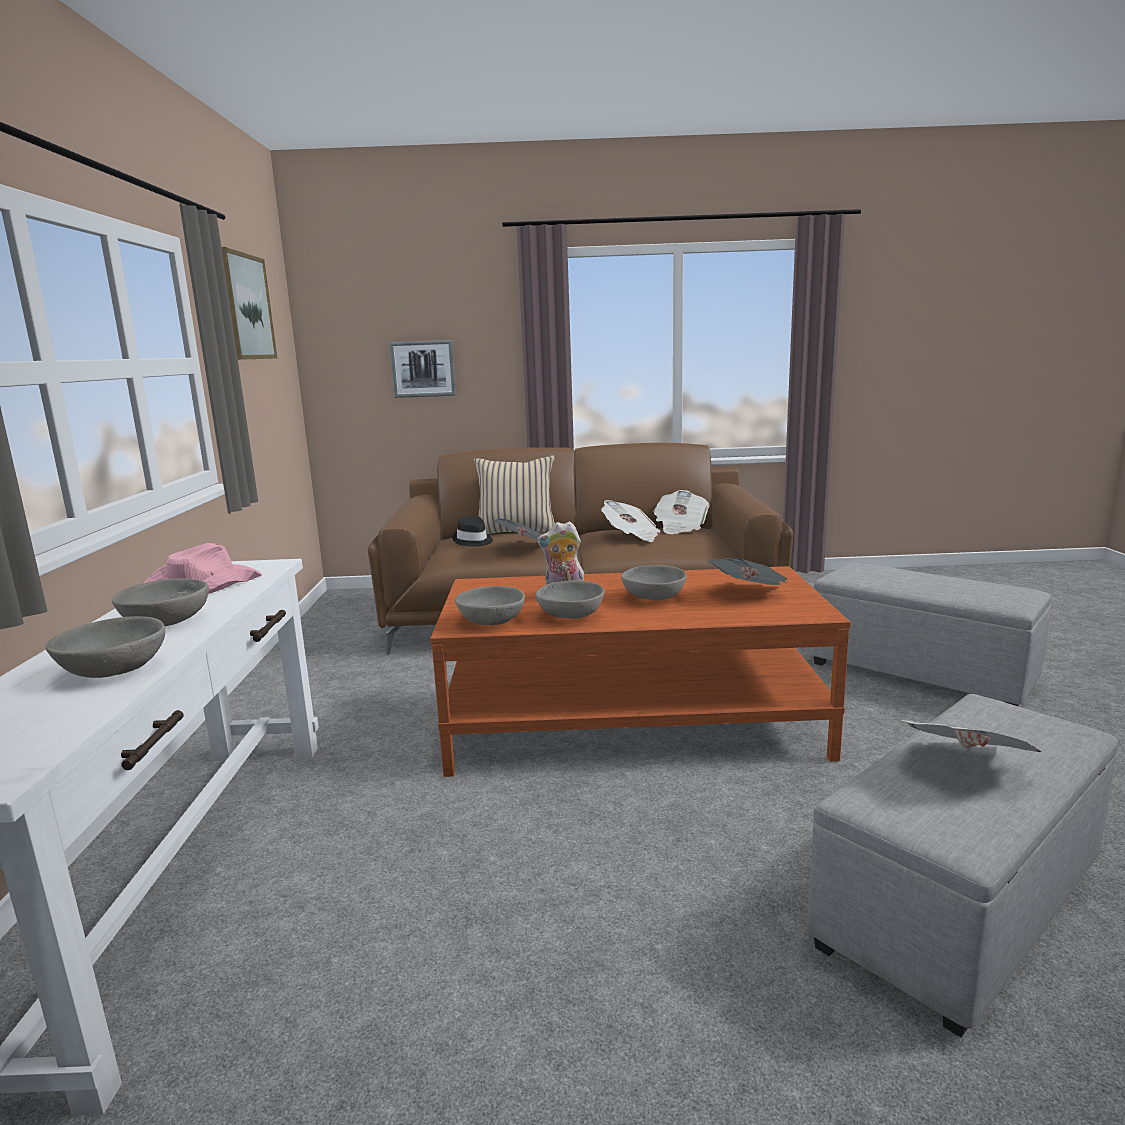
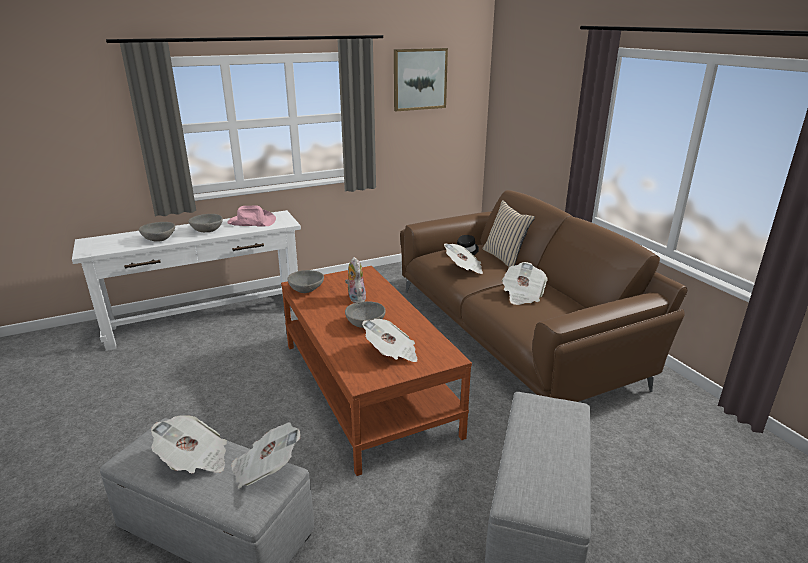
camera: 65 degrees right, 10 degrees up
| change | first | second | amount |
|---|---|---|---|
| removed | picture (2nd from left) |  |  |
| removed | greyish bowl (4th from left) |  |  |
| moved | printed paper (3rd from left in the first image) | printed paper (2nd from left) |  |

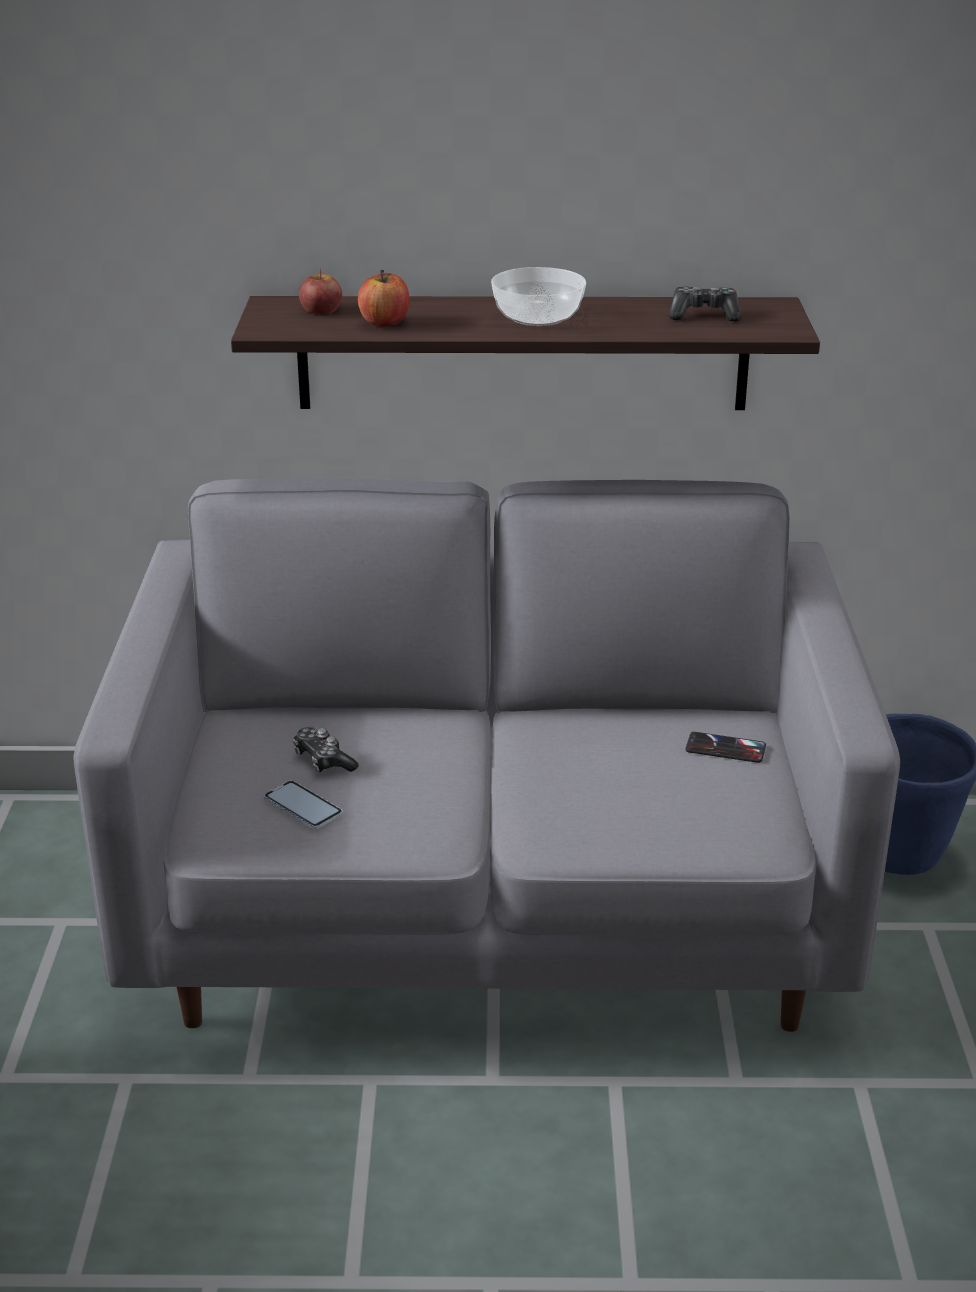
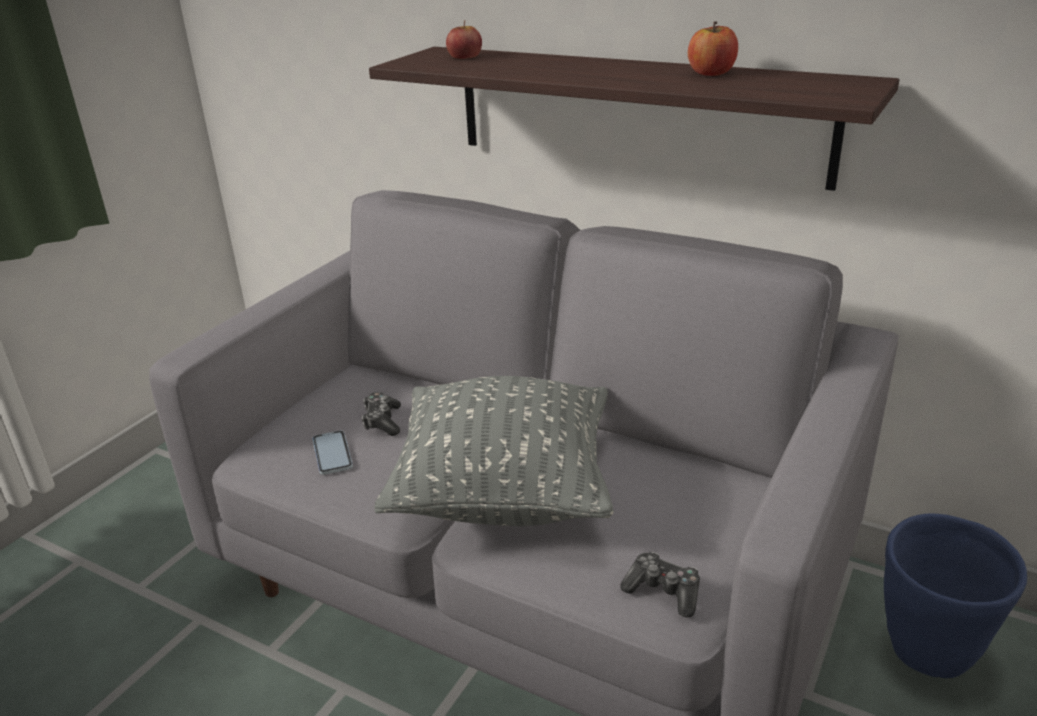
camera: 30 degrees right, 0 degrees up
| change | first | second | amount |
|---|---|---|---|
| removed | bowl |  |  |
| removed | handset (2nd from left) |  |  |
| added |  | greyish throw pillow |  |
| moved | apple (2nd from left) |  |  |
| moved | gamepad (2nd from left) |  |  |

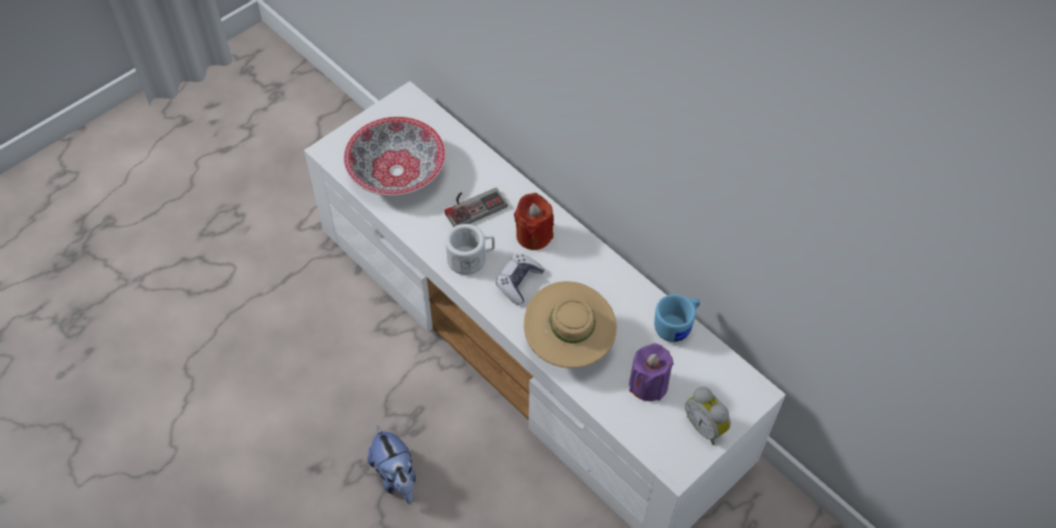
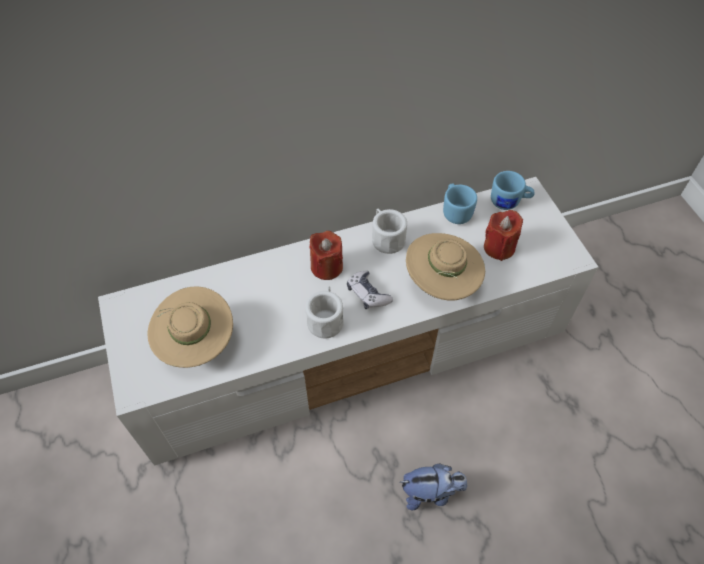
camera: 65 degrees left, 0 degrees up
| change | first | second | amount |
|---|---|---|---|
| removed | gamepad (1st from left) |  |  |
| removed | alarm clock |  |  |
| added |  | whitish mug (2nd from left) |  |
| added |  | blue mug (2nd from left) |  |
| replaced | bowl | beige-coloured clothing hat (1st from left) |  |
| recoloured | purplish wax candle | red-coloured wax candle (2nd from left) |  |

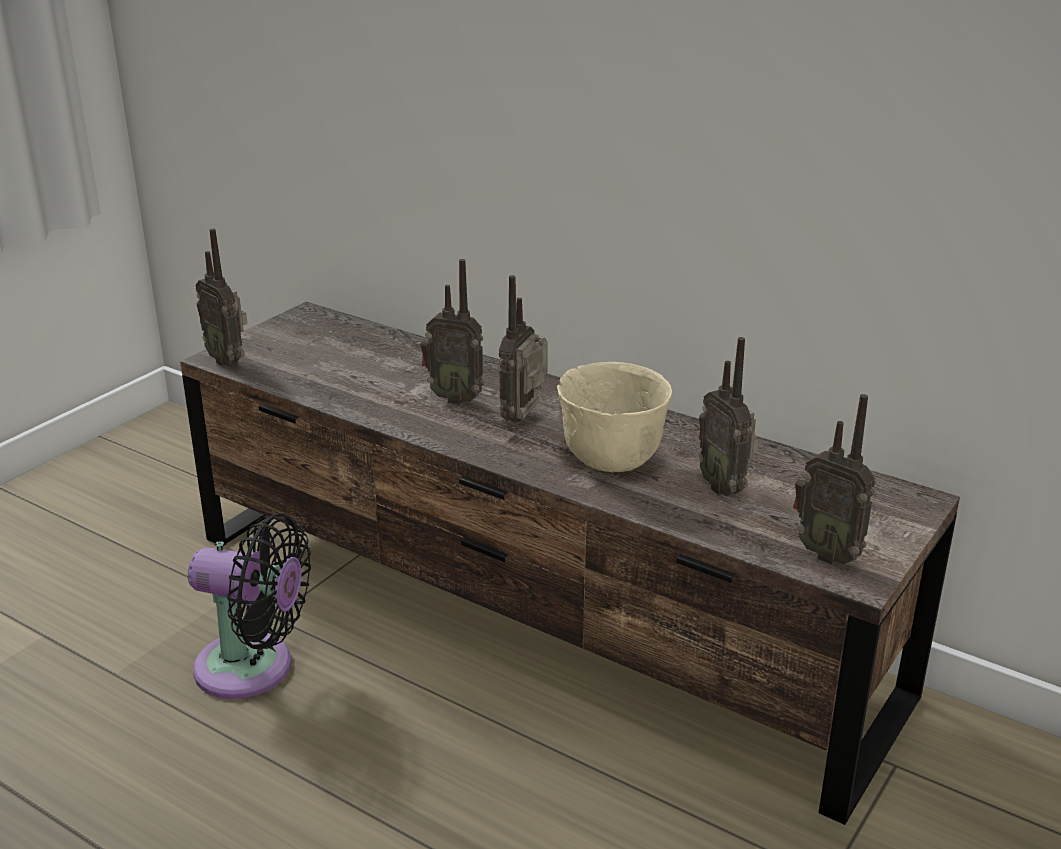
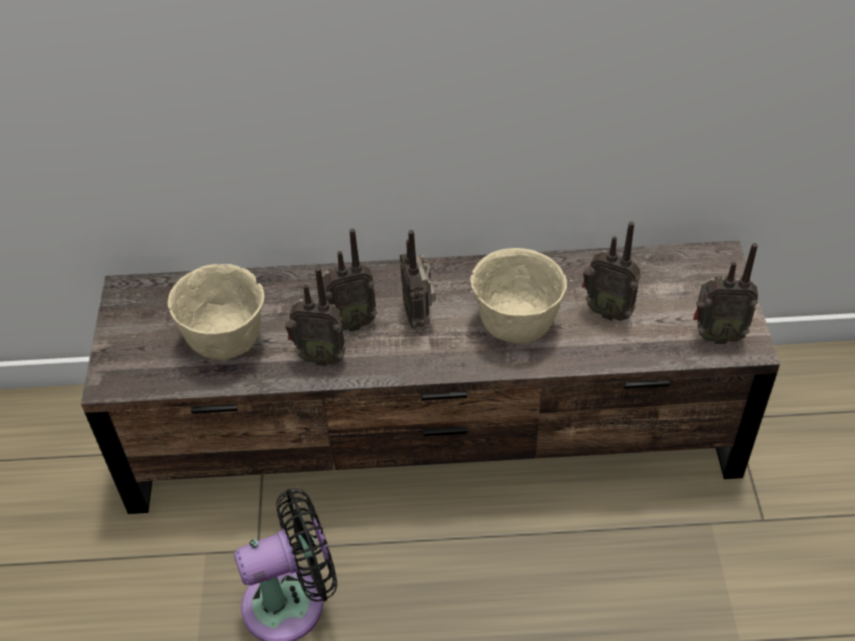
camera: 35 degrees left, 20 degrees up
| change | first | second | amount |
|---|---|---|---|
| added |  | beige-coloured bowl (1st from left) |  |
| moved | radio (1st from left) |  |  |

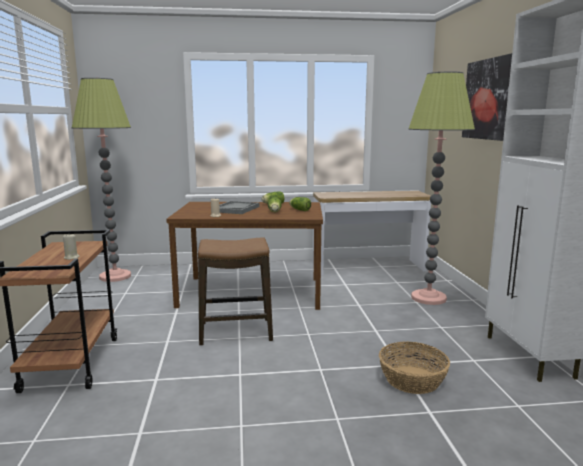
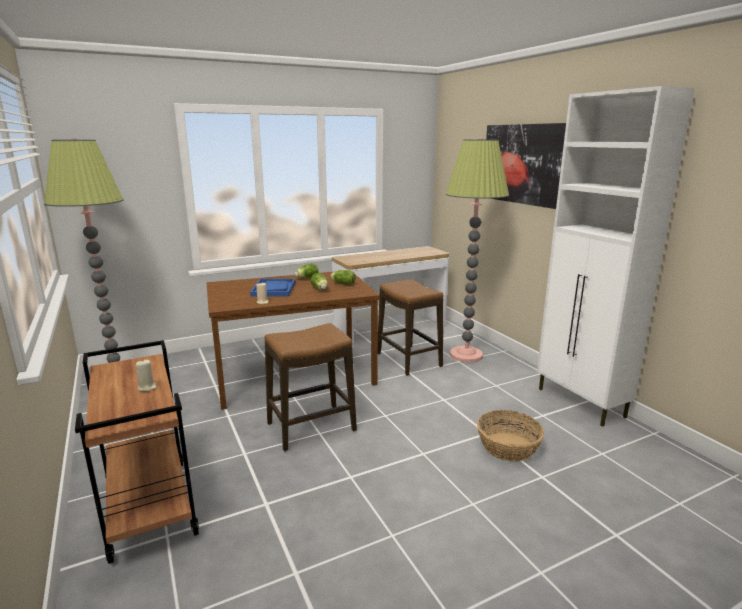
camera: 20 degrees left, 5 degrees up
| change | first | second | amount |
|---|---|---|---|
| added |  | stool seat (2nd from left) |  |
| recoloured | greyish serving tray | blue serving tray |  |

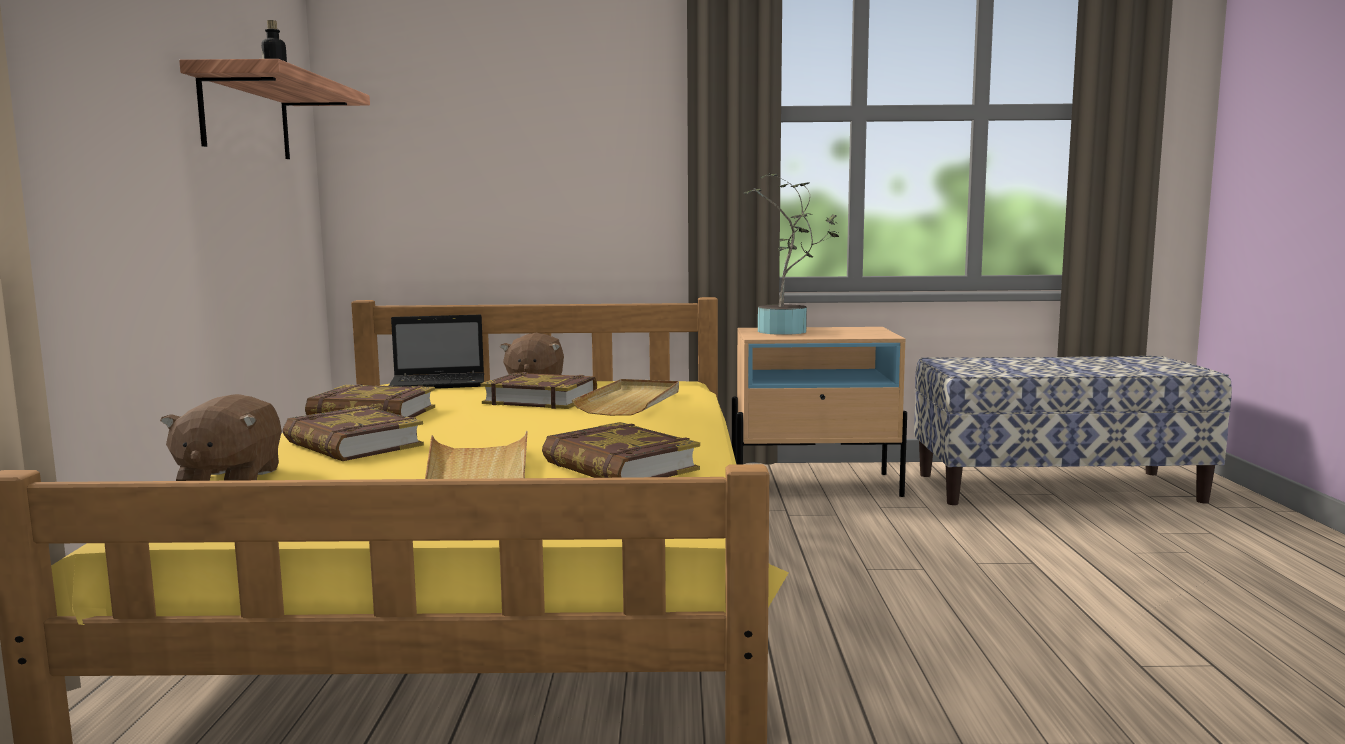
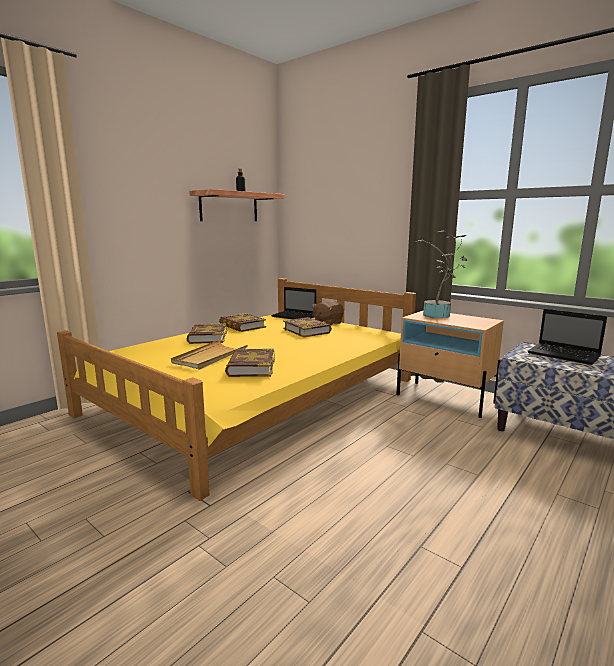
camera: 40 degrees right, 5 degrees up
| change | first | second | amount |
|---|---|---|---|
| removed | brown plush toy (1st from left) |  |  |
| removed | beige-coloured serving tray (2nd from left) |  |  |
| added |  | notebook computer (2nd from left) |  |

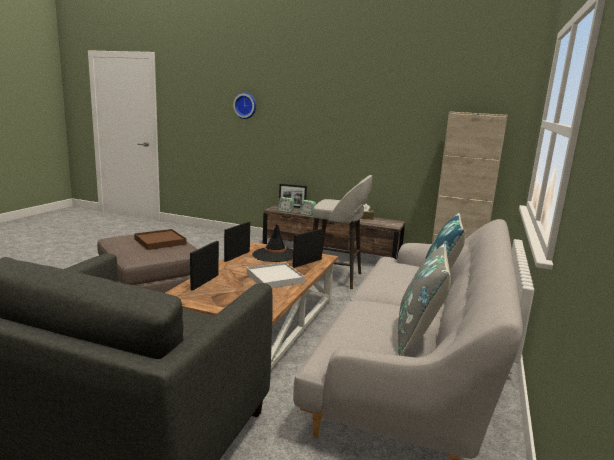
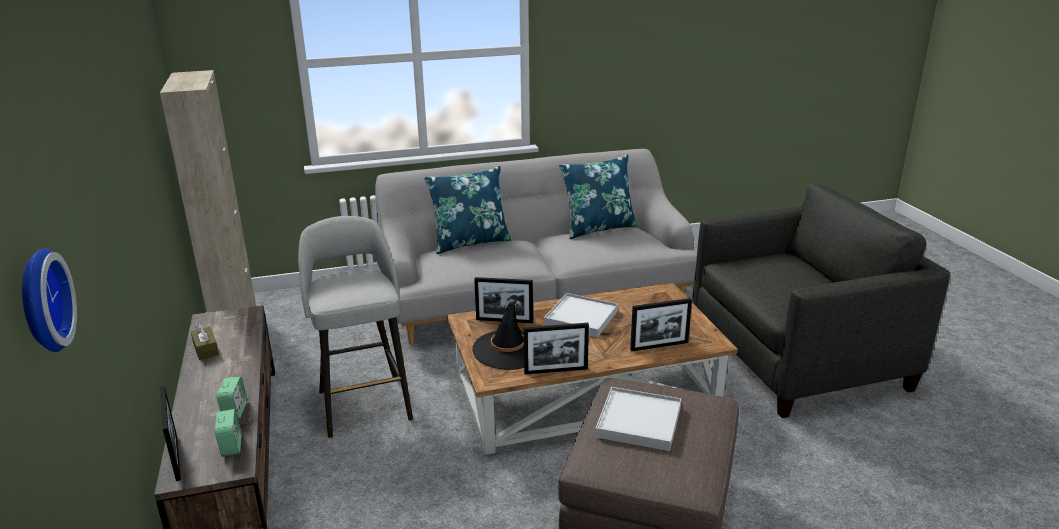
camera: 125 degrees left, 10 degrees up
| change | first | second | amount |
|---|---|---|---|
| recoloured | brown serving tray | whitish serving tray (2nd from left) |  |
| recoloured | greyish throw pillow | blue throw pillow (2nd from left) |  |

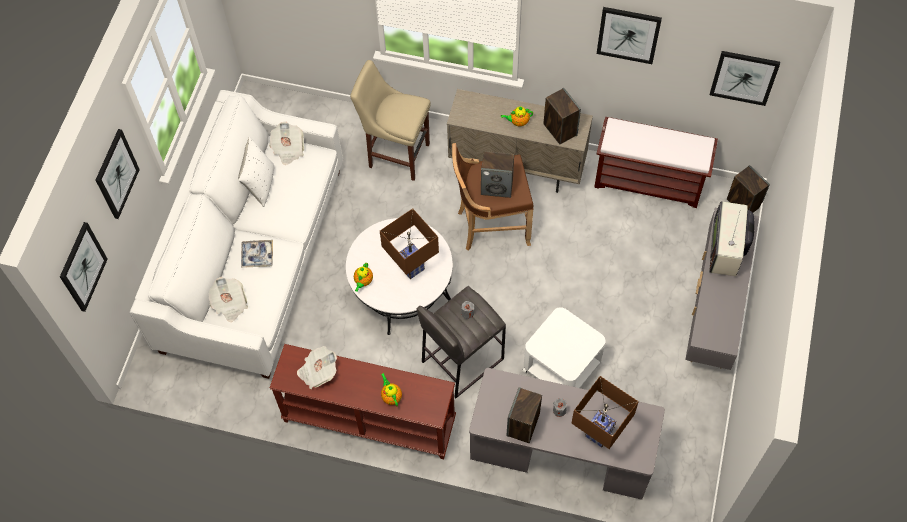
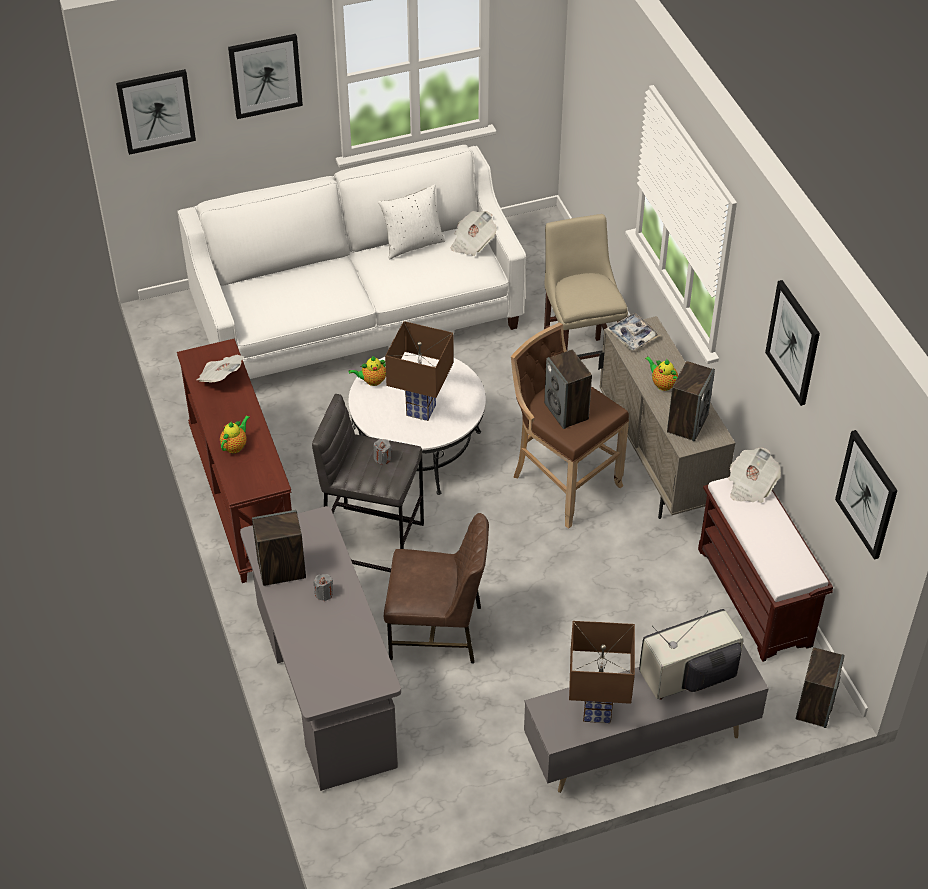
camera: 55 degrees right, 15 degrees down
| change | first | second | amount |
|---|---|---|---|
| moved | printed paper (1st from left in the first image) | printed paper (3rd from left) |  |
| moved | serving tray |  |  |
| moved | brown table lamp (2nd from left) |  |  |
| replaced | whitish accent table | brown plain chair |  |

